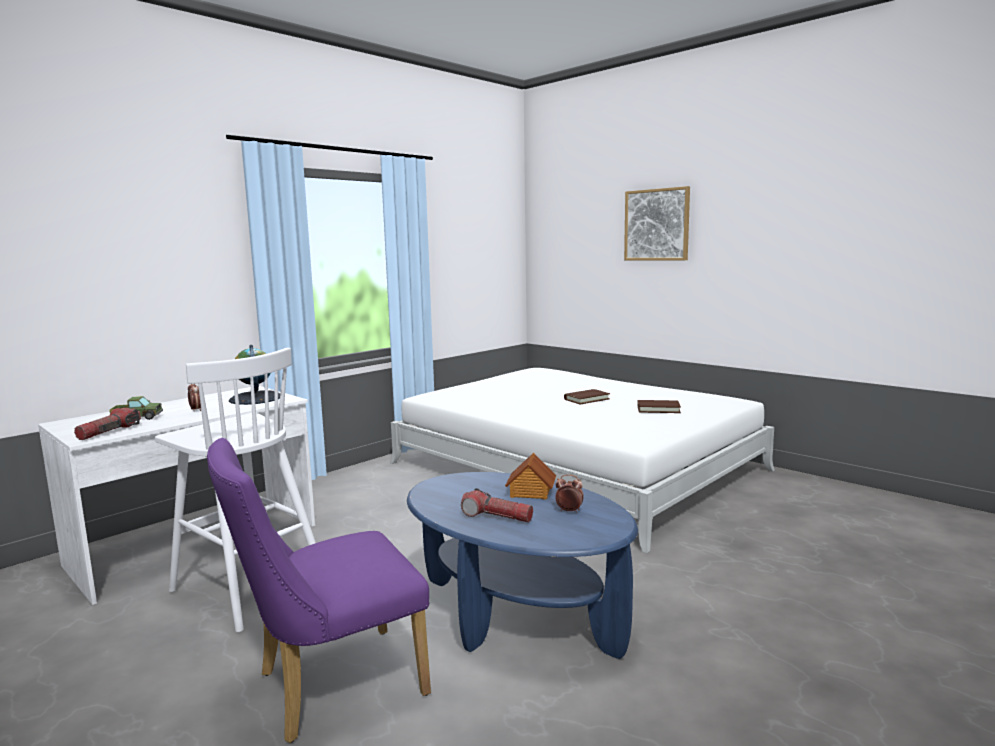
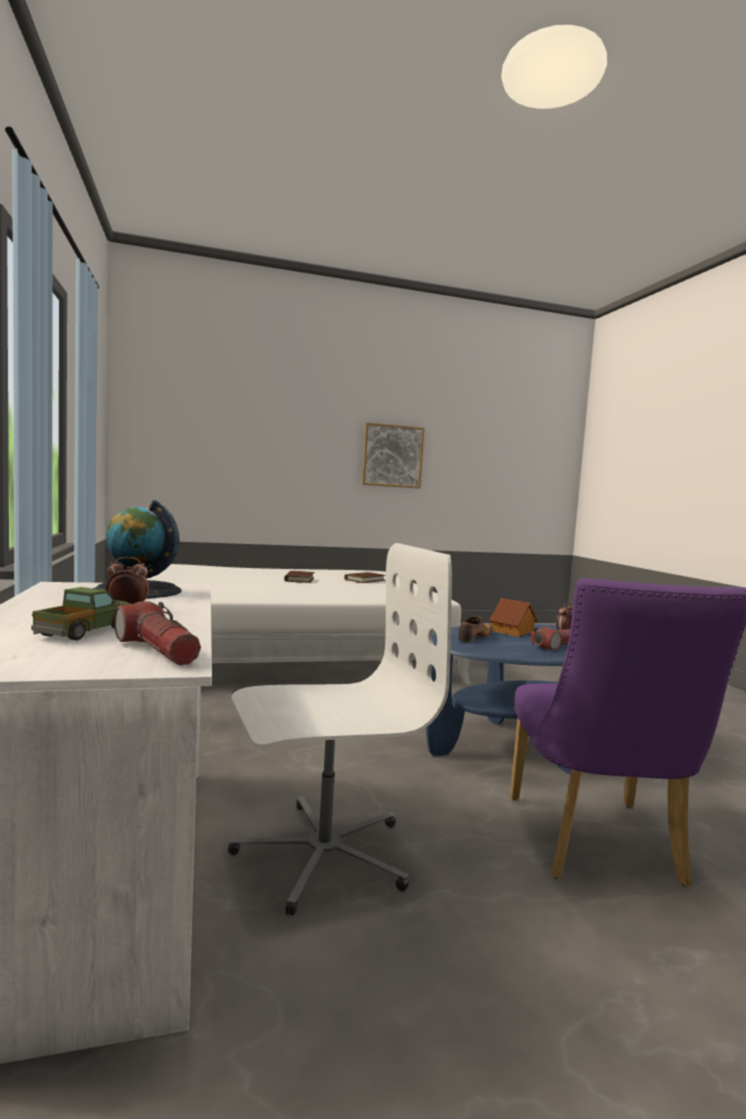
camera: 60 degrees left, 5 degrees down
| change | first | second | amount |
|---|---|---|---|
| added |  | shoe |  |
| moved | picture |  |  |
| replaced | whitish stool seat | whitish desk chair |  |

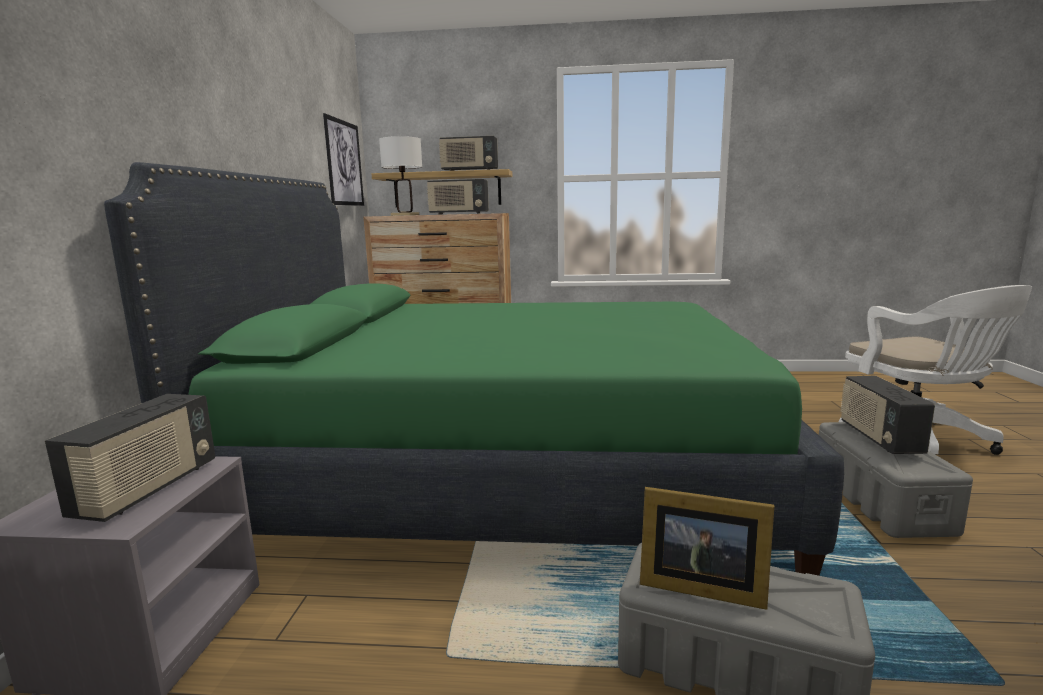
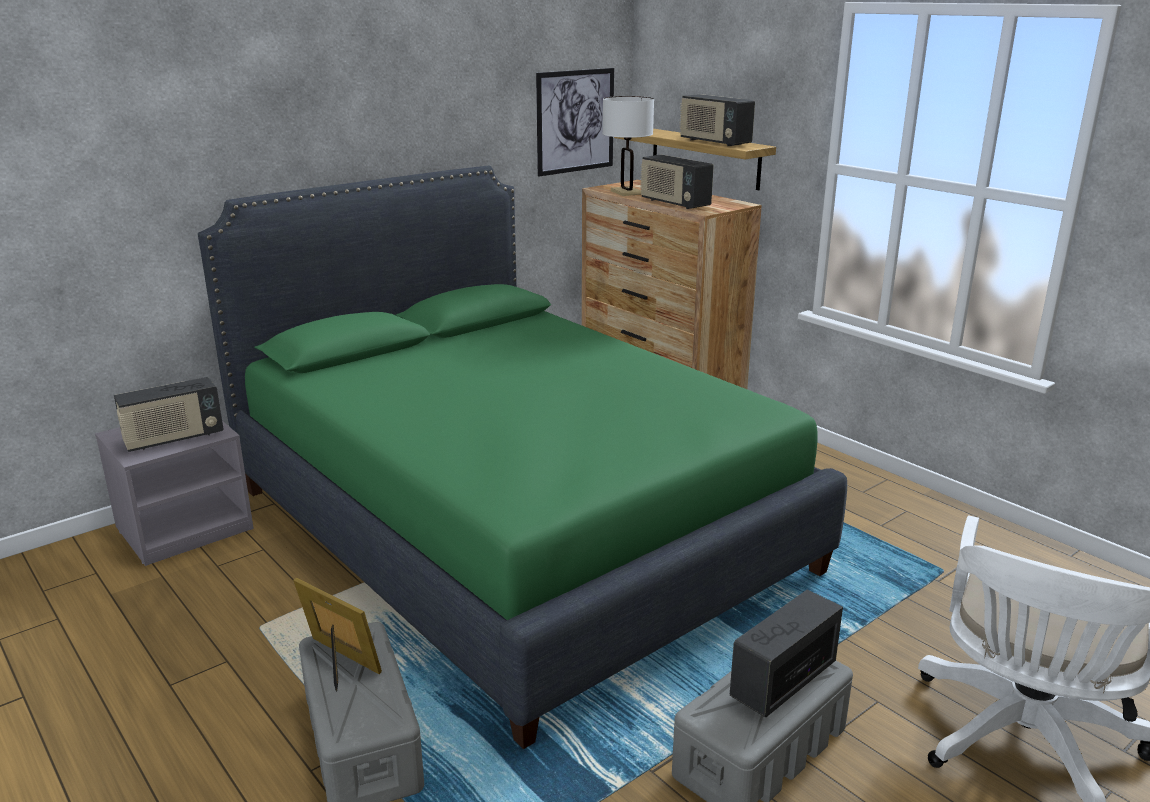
camera: 45 degrees right, 10 degrees up
| change | first | second | amount |
|---|---|---|---|
| turned | picture frame |  | 150 degrees clockwise |

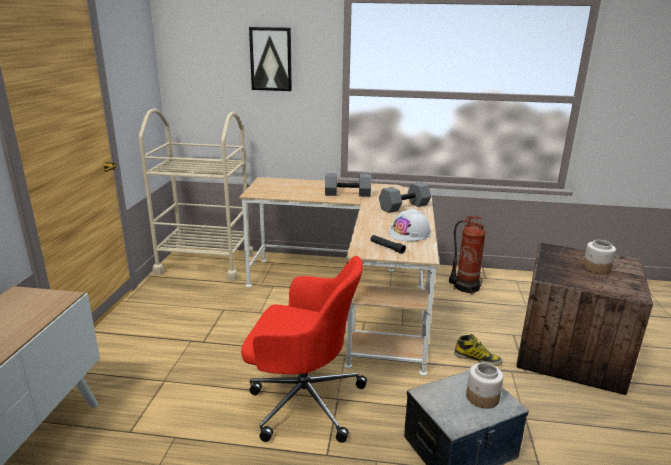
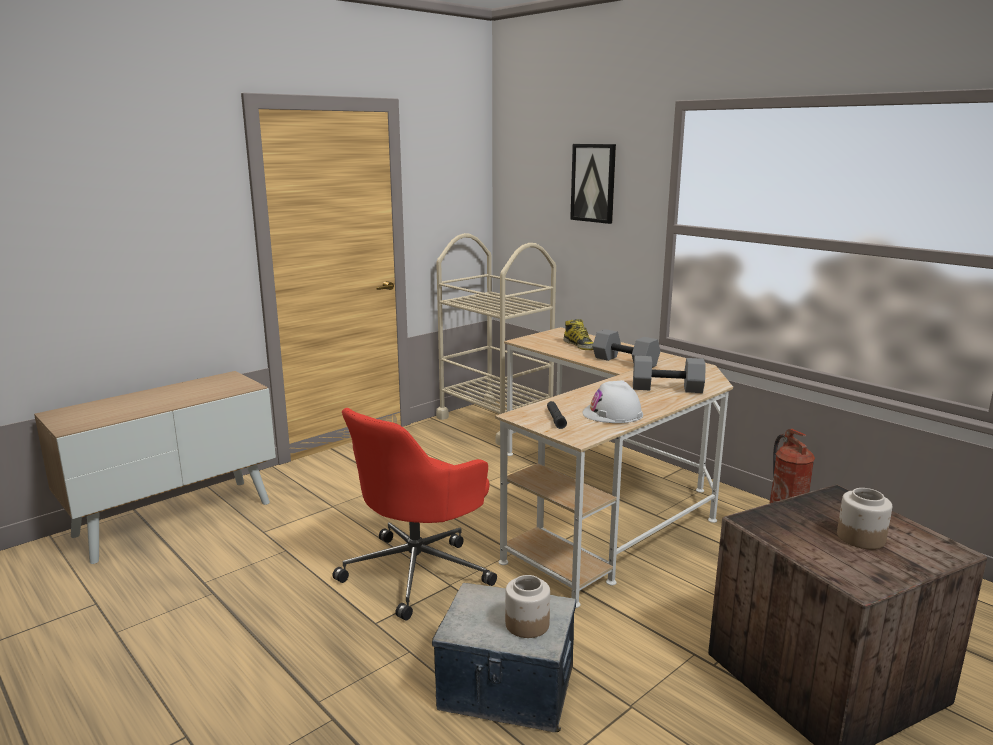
camera: 40 degrees right, 5 degrees down
| change | first | second | amount |
|---|---|---|---|
| moved | boot |  |  |
| turned | red-coloured desk chair |  | 75 degrees clockwise |

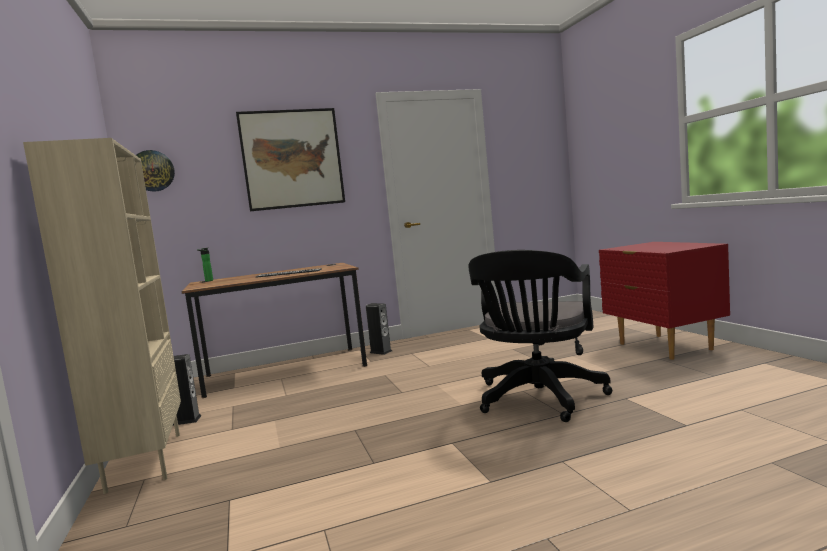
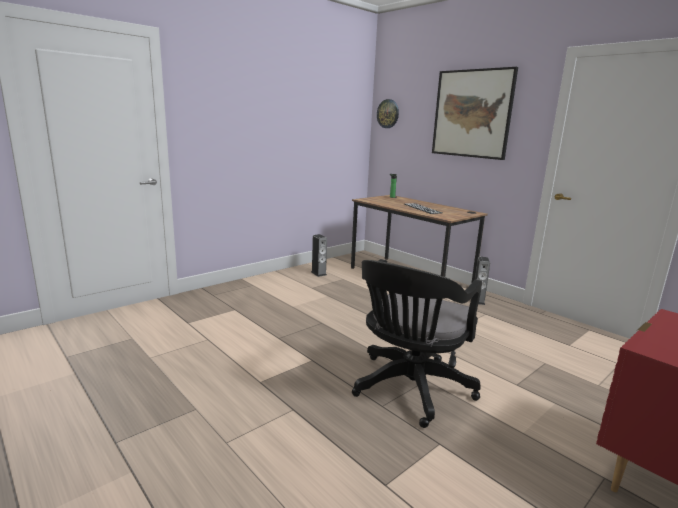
camera: 65 degrees right, 10 degrees up
| change | first | second | amount |
|---|---|---|---|
| removed | beige-coloured bookshelf |  |  |
| turned | black desk chair |  | 60 degrees counterclockwise |

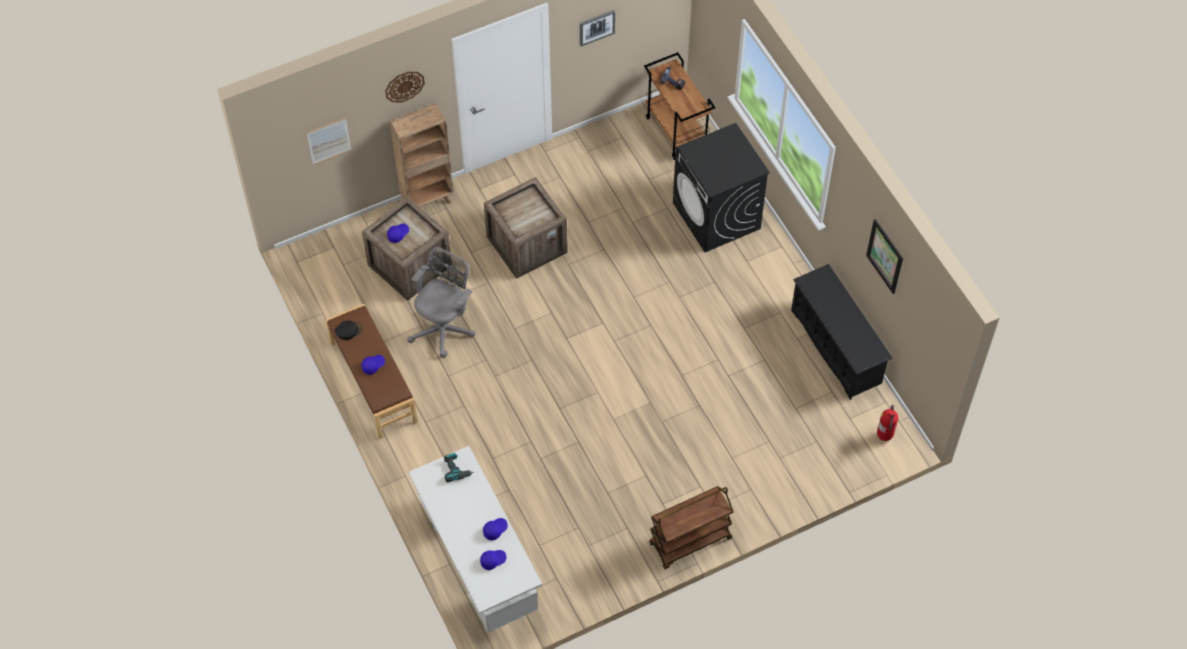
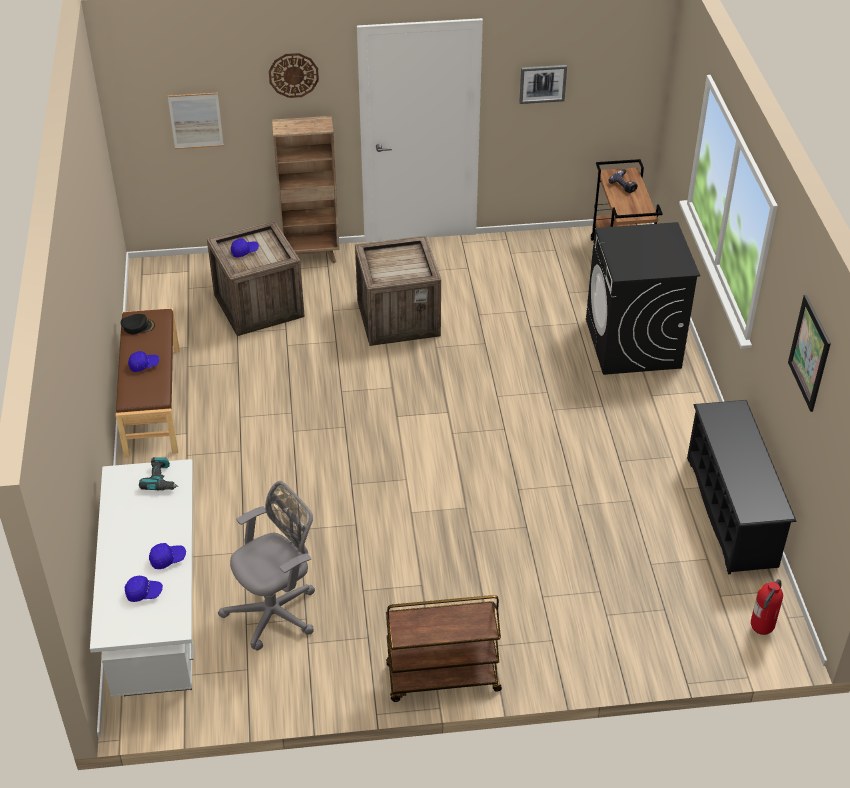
camera: 20 degrees right, 15 degrees down
| change | first | second | amount |
|---|---|---|---|
| moved | greyish desk chair |  |  |

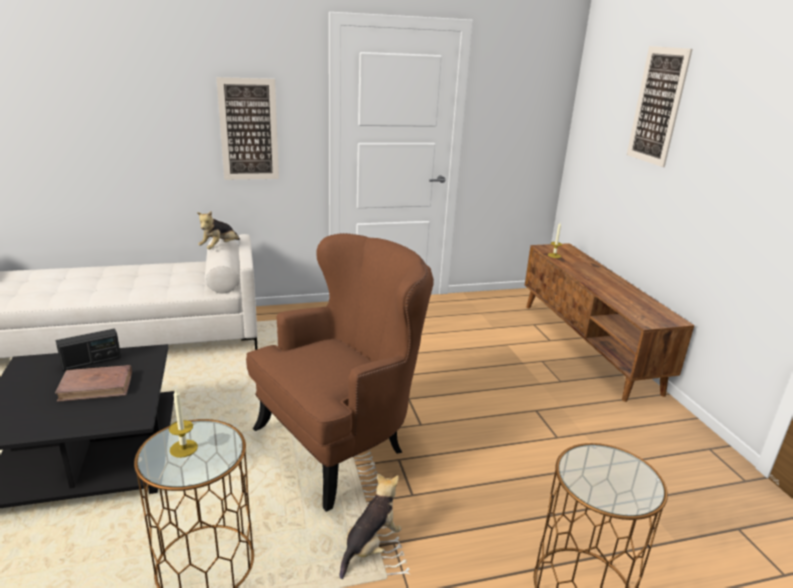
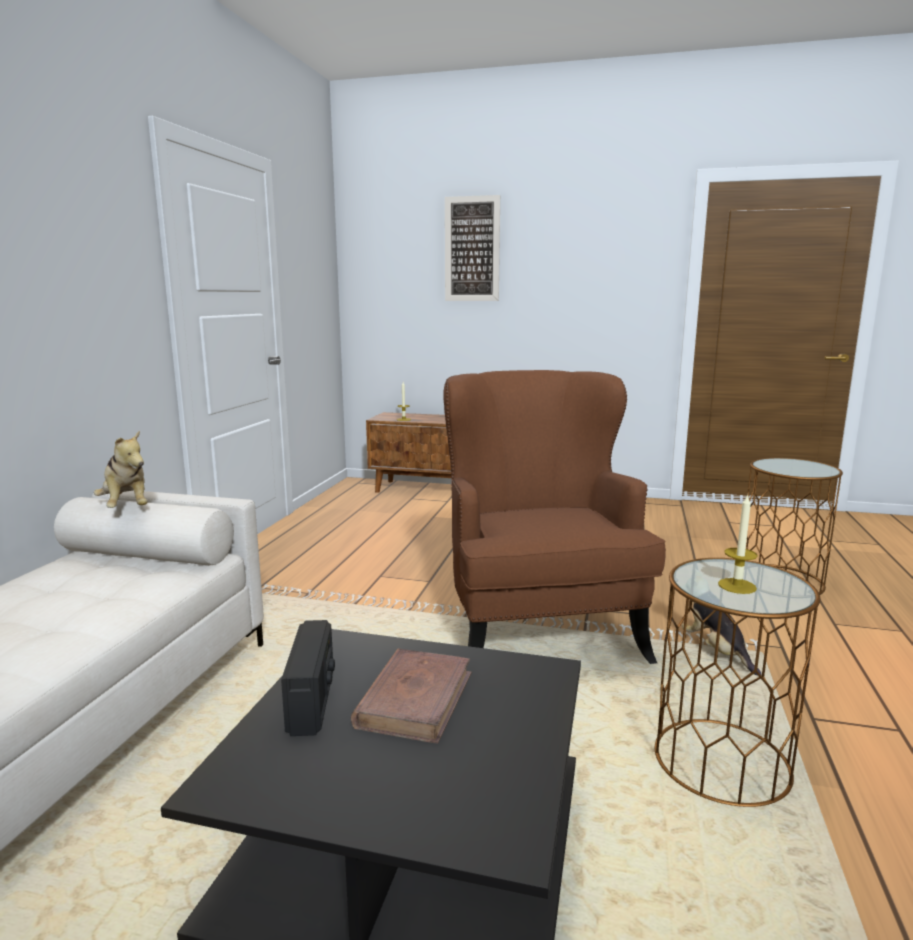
camera: 60 degrees left, 10 degrees down
| change | first | second | amount |
|---|---|---|---|
| removed | picture (1st from left) |  |  |

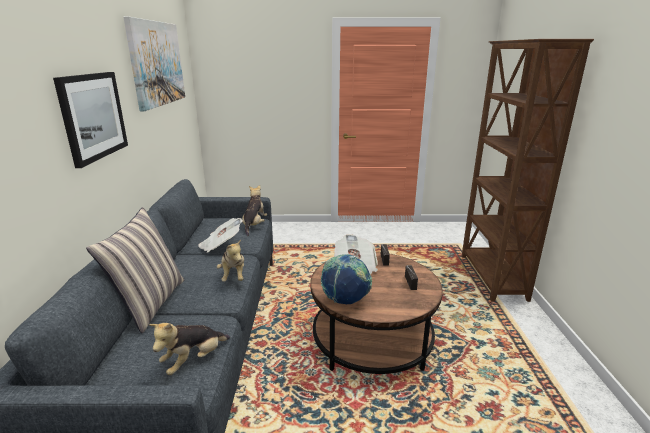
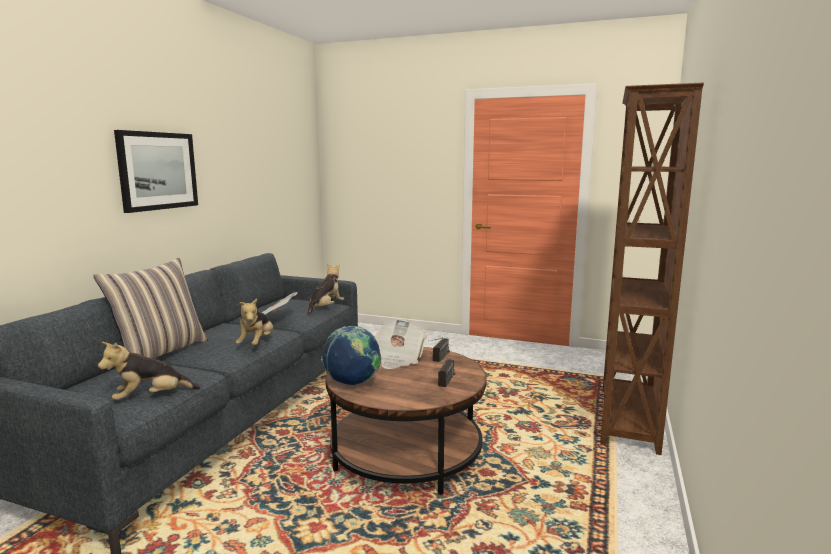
camera: 20 degrees right, 10 degrees down
| change | first | second | amount |
|---|---|---|---|
| removed | picture (2nd from left) |  |  |

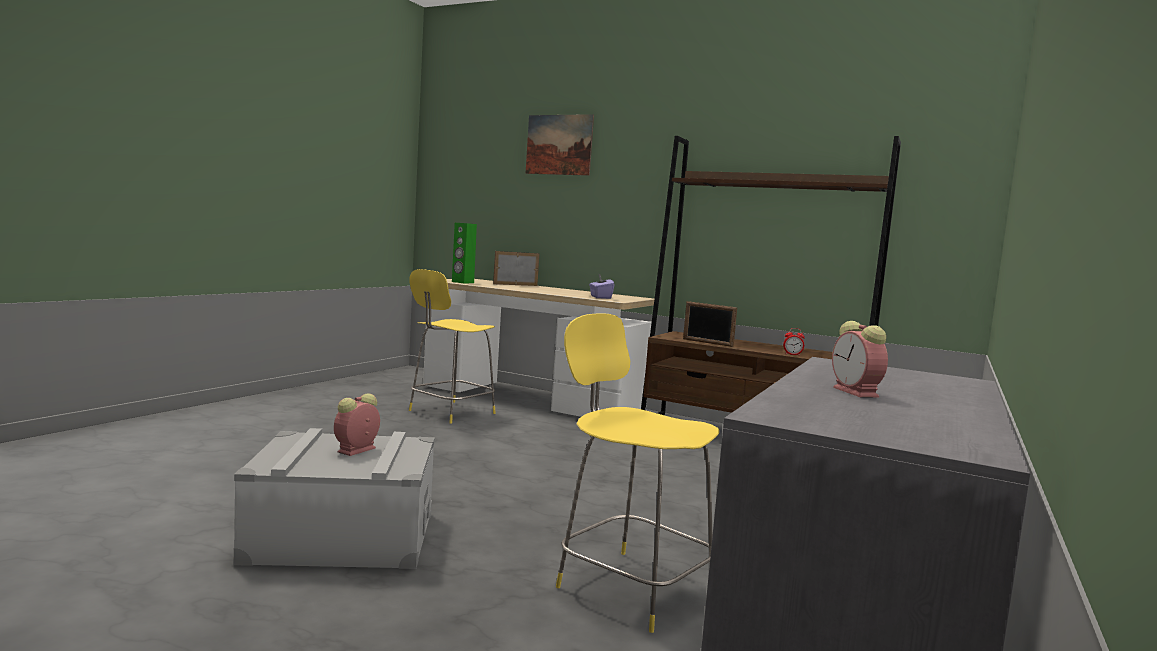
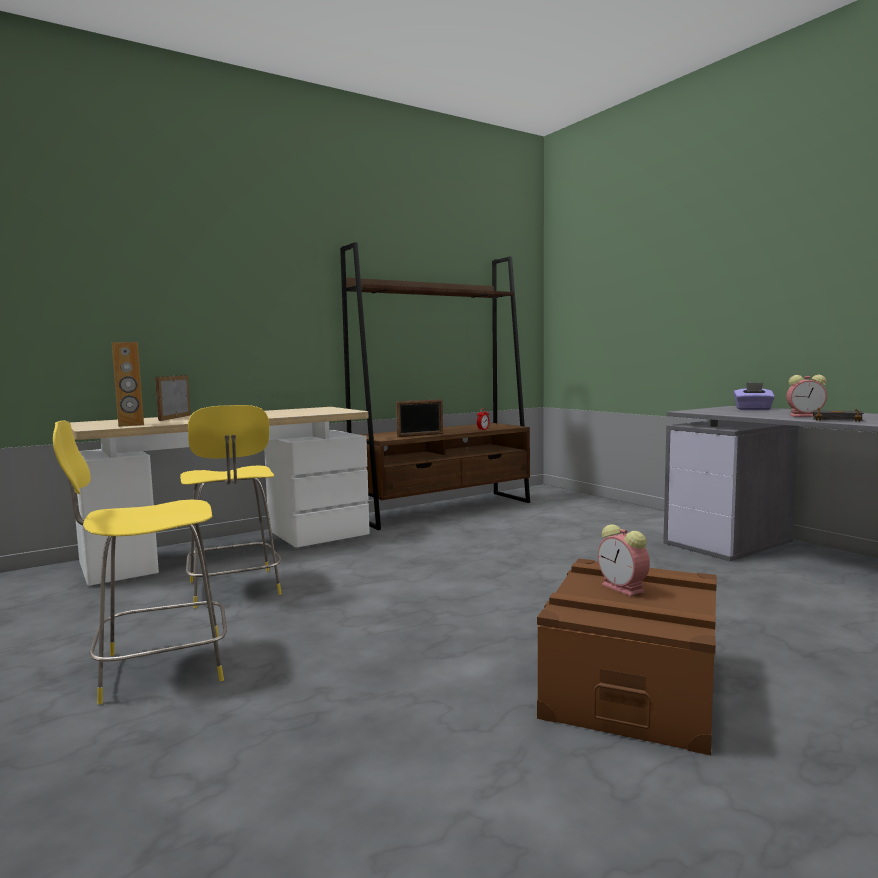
camera: 60 degrees left, 0 degrees up
| change | first | second | amount |
|---|---|---|---|
| removed | picture |  |  |
| added |  | black bound book |  |
| moved | yellow stool seat (2nd from left in the first image) | yellow stool seat (1st from left) |  |
| moved | purplish box of tissues |  |  |
| recoloured | greyish storage container | brown storage container |  |
| recoloured | greenish audio speaker | brown audio speaker |  |

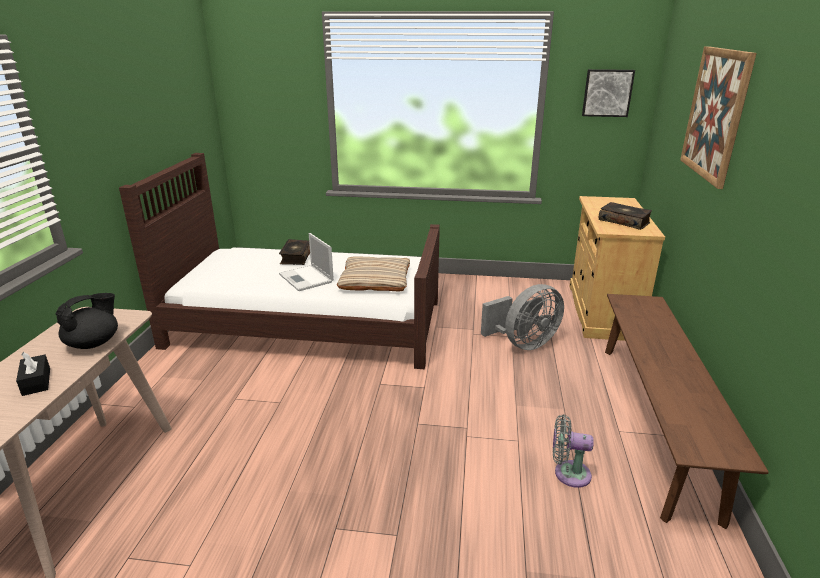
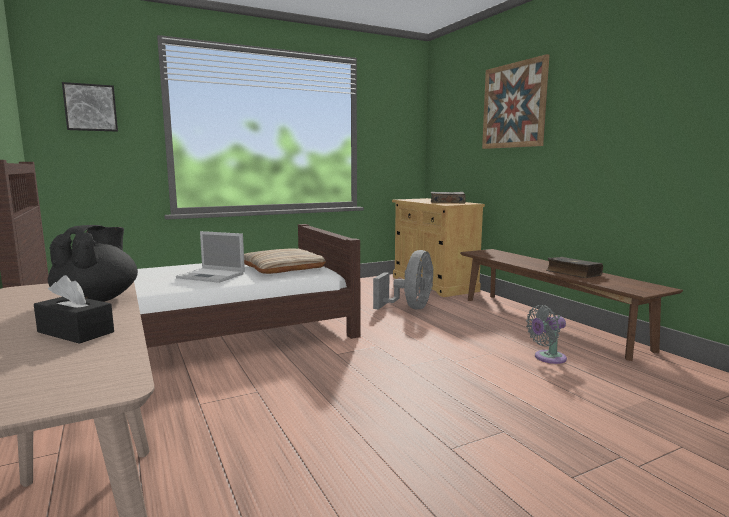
camera: 35 degrees left, 15 degrees down
| change | first | second | amount |
|---|---|---|---|
| moved | bound book (1st from left in the first image) | bound book (2nd from left) |  |
| moved | picture (1st from left) |  |  |

